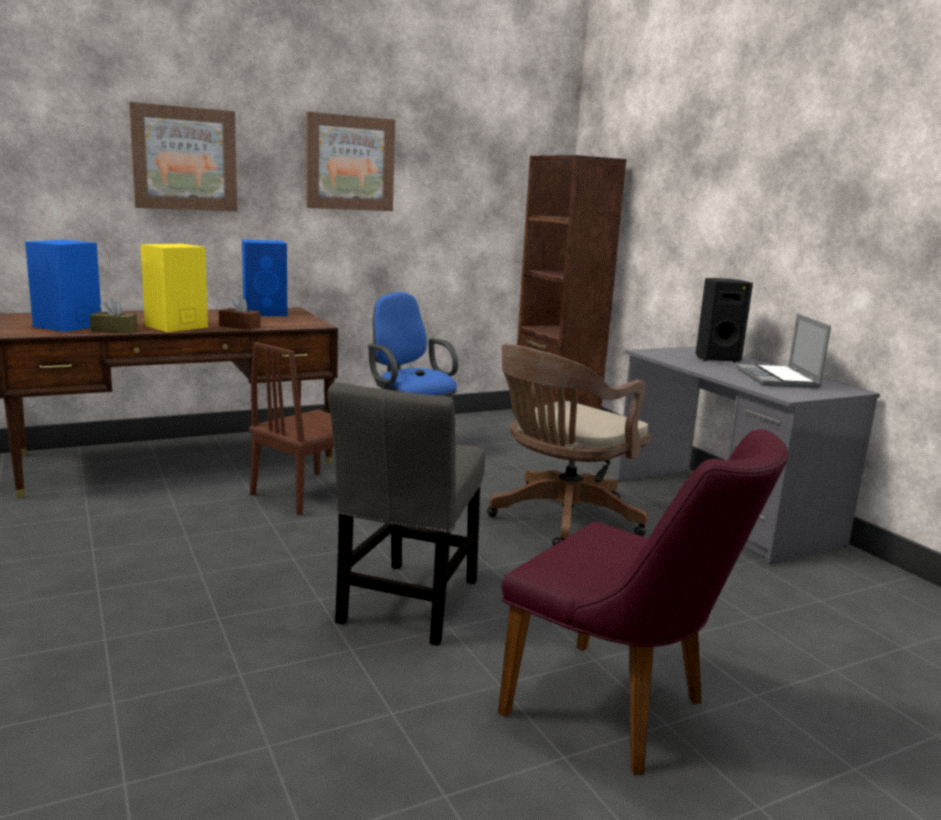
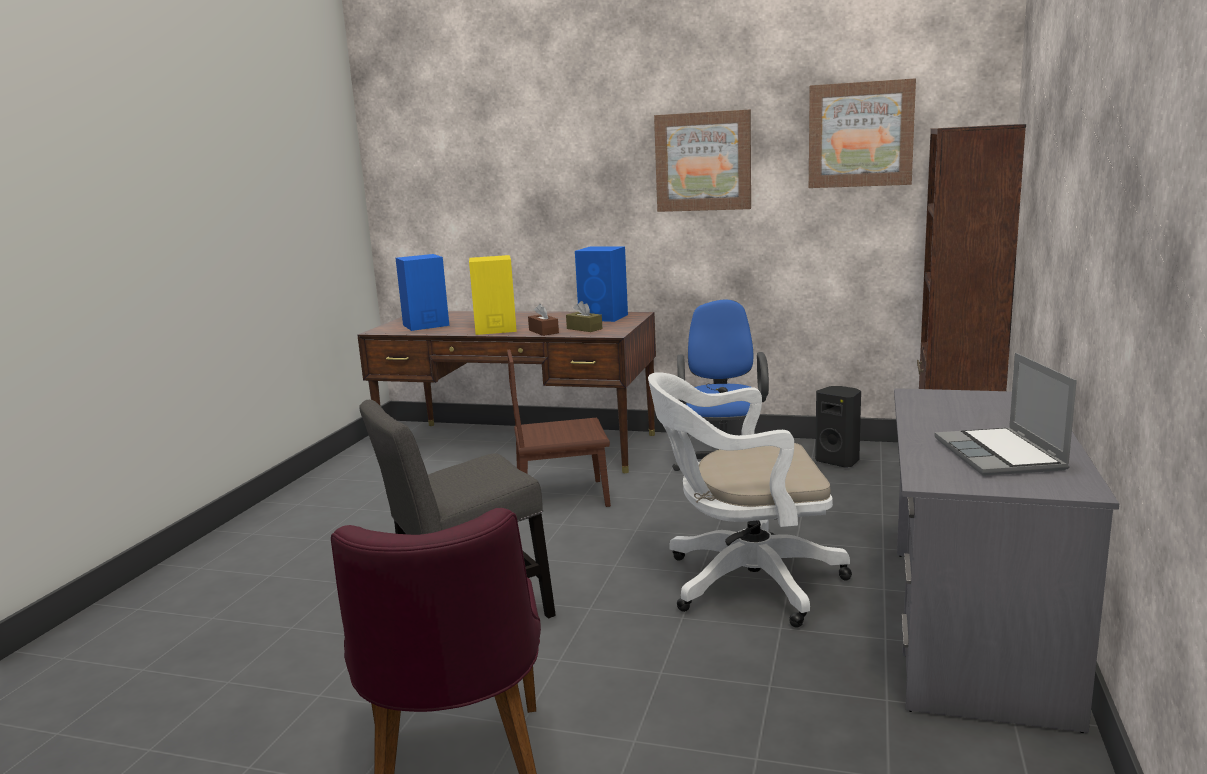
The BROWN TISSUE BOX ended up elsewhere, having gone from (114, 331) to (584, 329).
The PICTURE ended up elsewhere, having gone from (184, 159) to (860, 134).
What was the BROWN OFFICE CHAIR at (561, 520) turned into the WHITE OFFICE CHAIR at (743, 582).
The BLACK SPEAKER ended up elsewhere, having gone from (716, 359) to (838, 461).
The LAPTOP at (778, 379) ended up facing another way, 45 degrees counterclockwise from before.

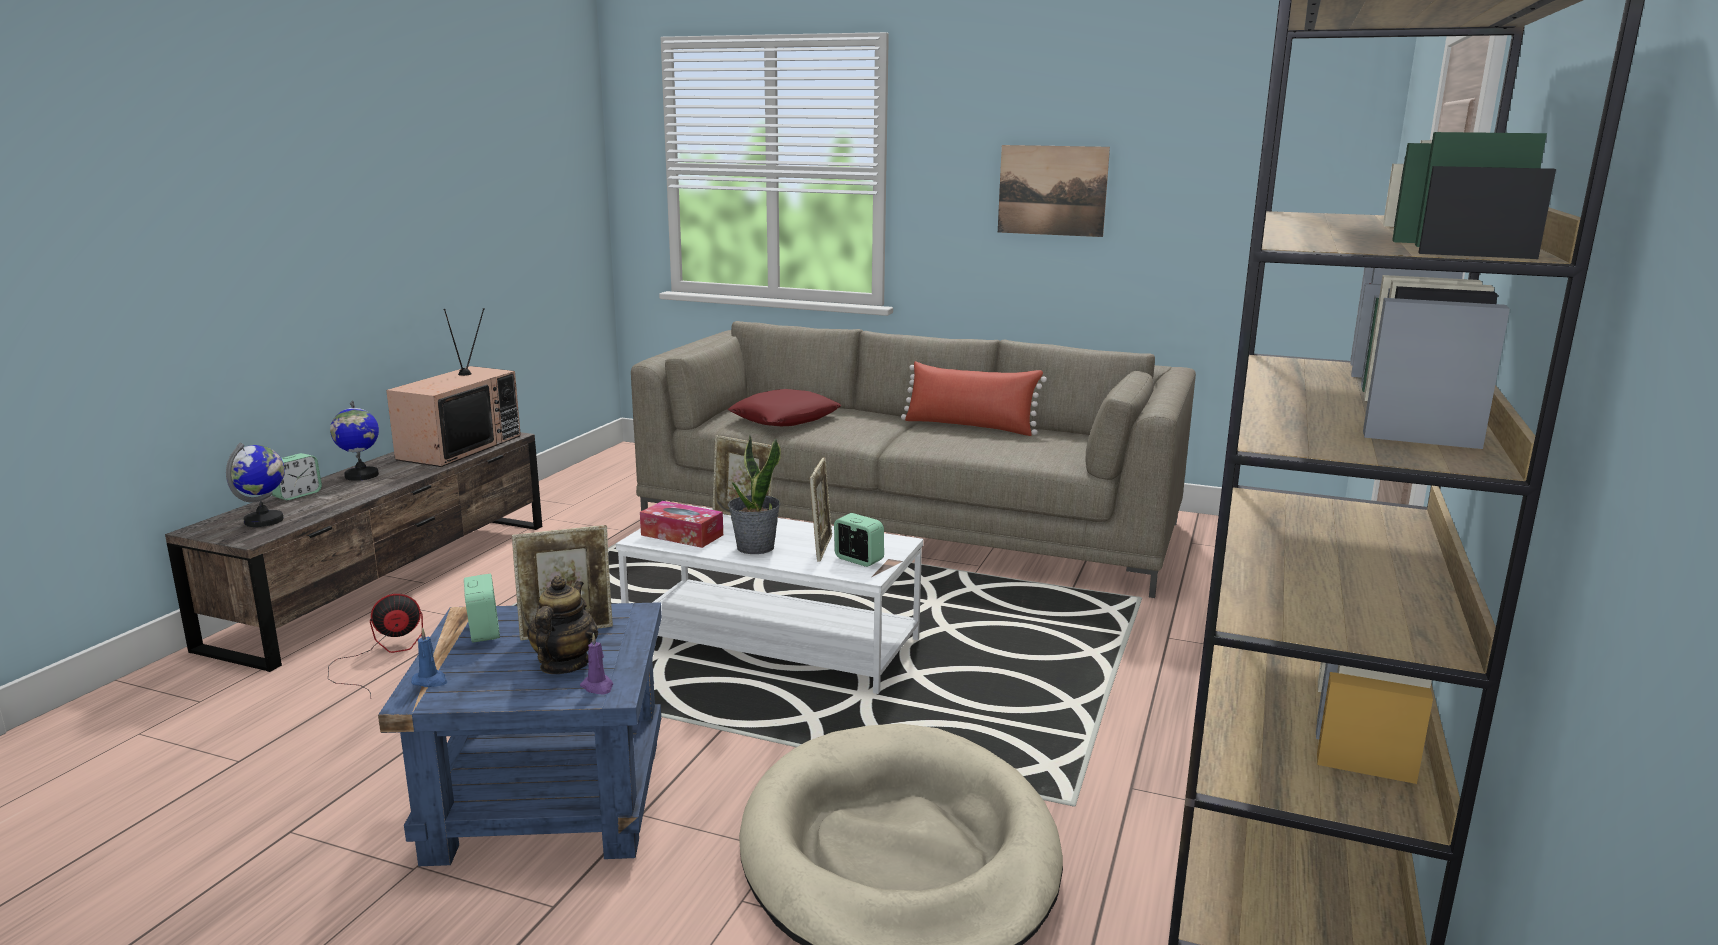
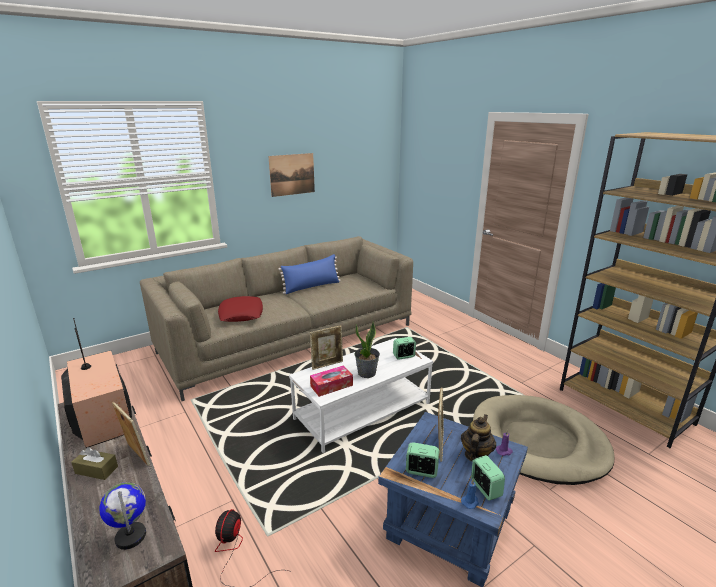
The ALARM CLOCK ended up elsewhere, having gone from (297, 495) to (485, 489).
Where the GLOBE stood at (361, 475), the BROWN TISSUE BOX came to stand at (96, 470).
The TEAPOT at (564, 664) ended up facing another way, 75 degrees clockwise from before.
The PICTURE FRAME ended up elsewhere, having gone from (821, 548) to (136, 455).
What was the RED PILLOW at (969, 426) turned into the BLUE PILLOW at (312, 287).

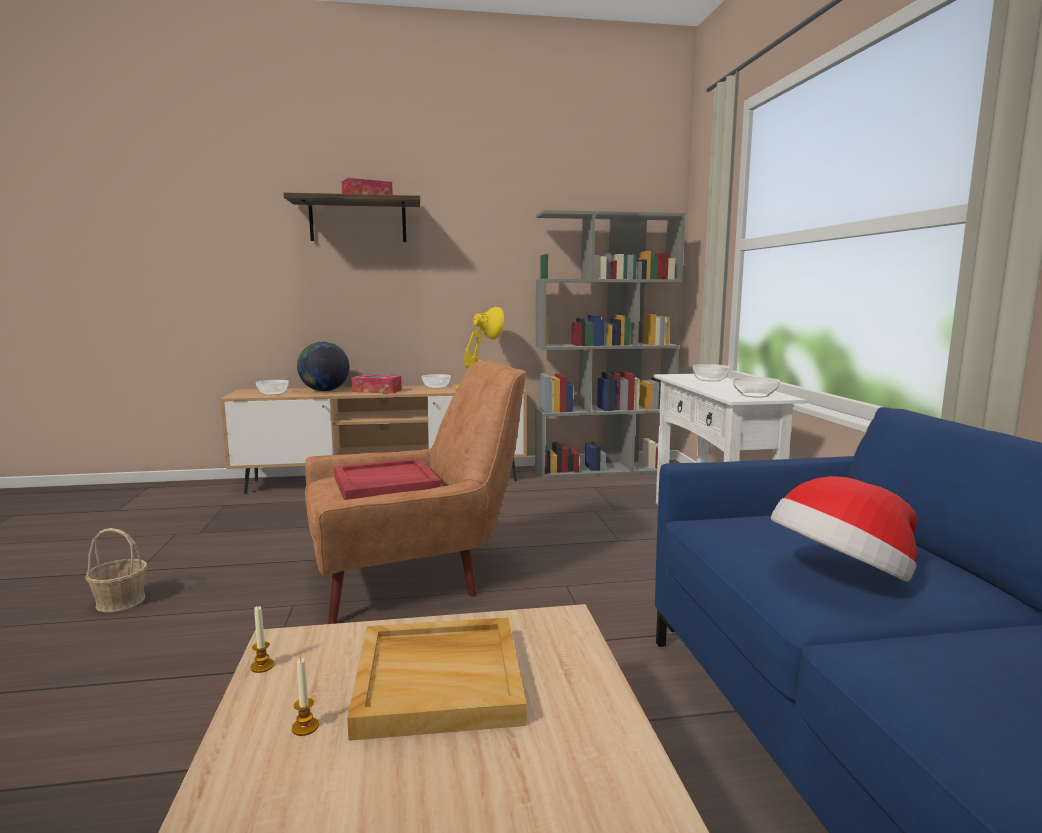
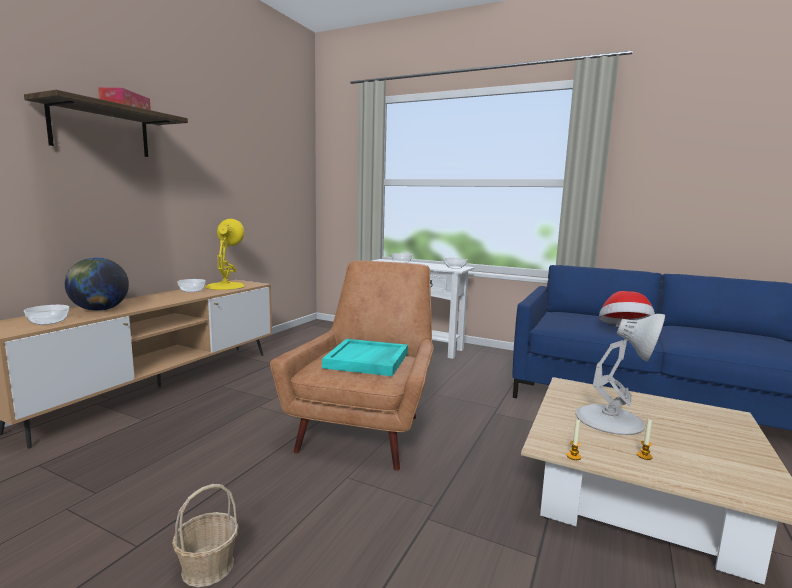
What was the RED TRAY at (385, 485) turned into the TURQUOISE TRAY at (367, 360).
Where the BEIGE TRAY stood at (440, 679), the WHITE TABLE LAMP came to stand at (611, 419).
The second view lost the TISSUE BOX at (377, 391).
The second view lost the GREY BOOKCASE at (603, 469).

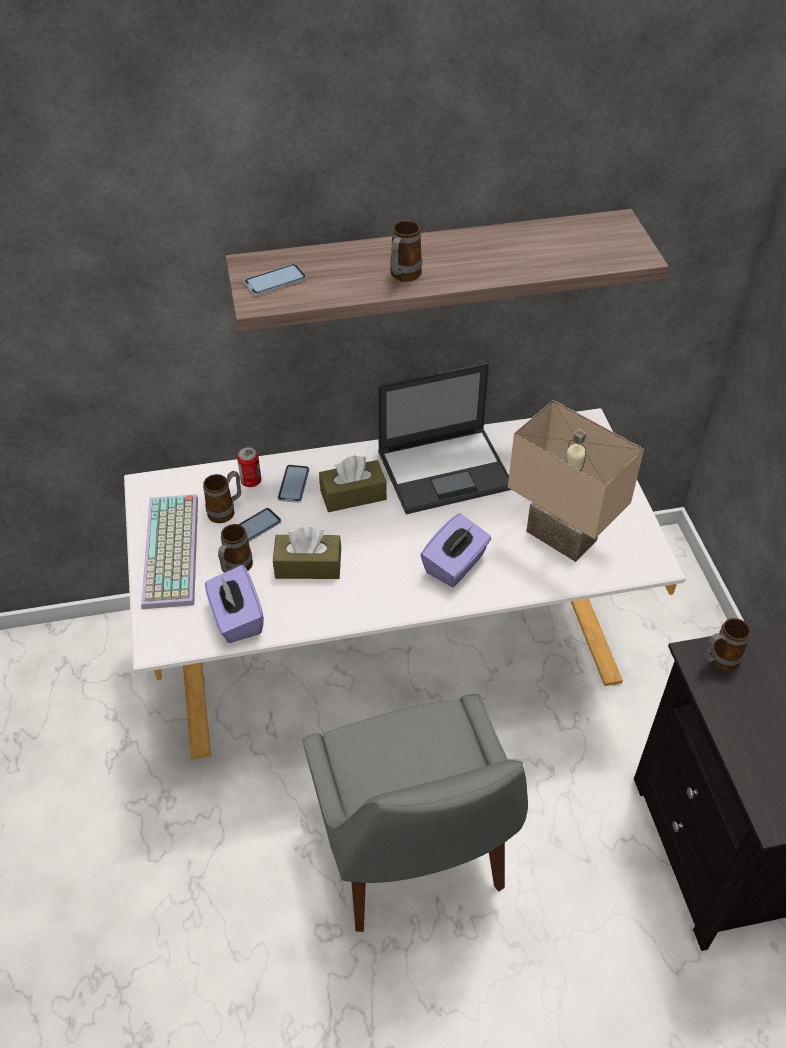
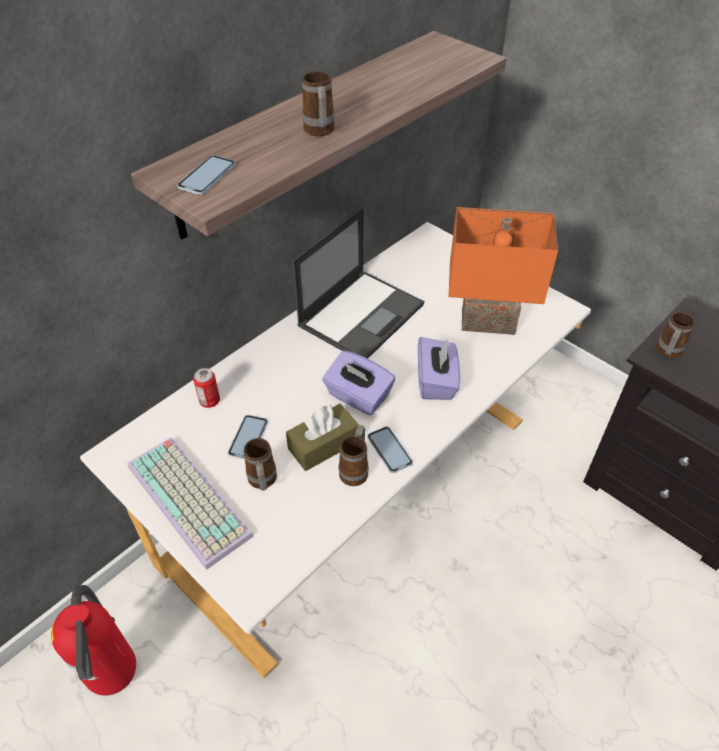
The MUG ended up elsewhere, having gone from (226, 511) to (355, 469).
The PURPLE TISSUE BOX ended up elsewhere, having gone from (236, 618) to (358, 396).
The PHONE ended up elsewhere, having gone from (293, 484) to (389, 450).
The second view lost the GREY CHAIR at (413, 855).
The second view lost the BROWN TISSUE BOX at (353, 495).
What was the BEIGE TABLE LAMP at (558, 537) turned into the ORANGE TABLE LAMP at (487, 323).
The second view gained the FIRE EXTINGUISHER at (117, 675).

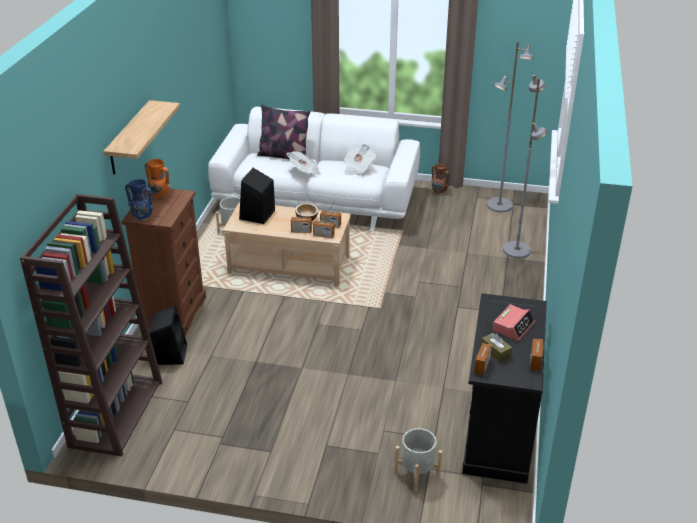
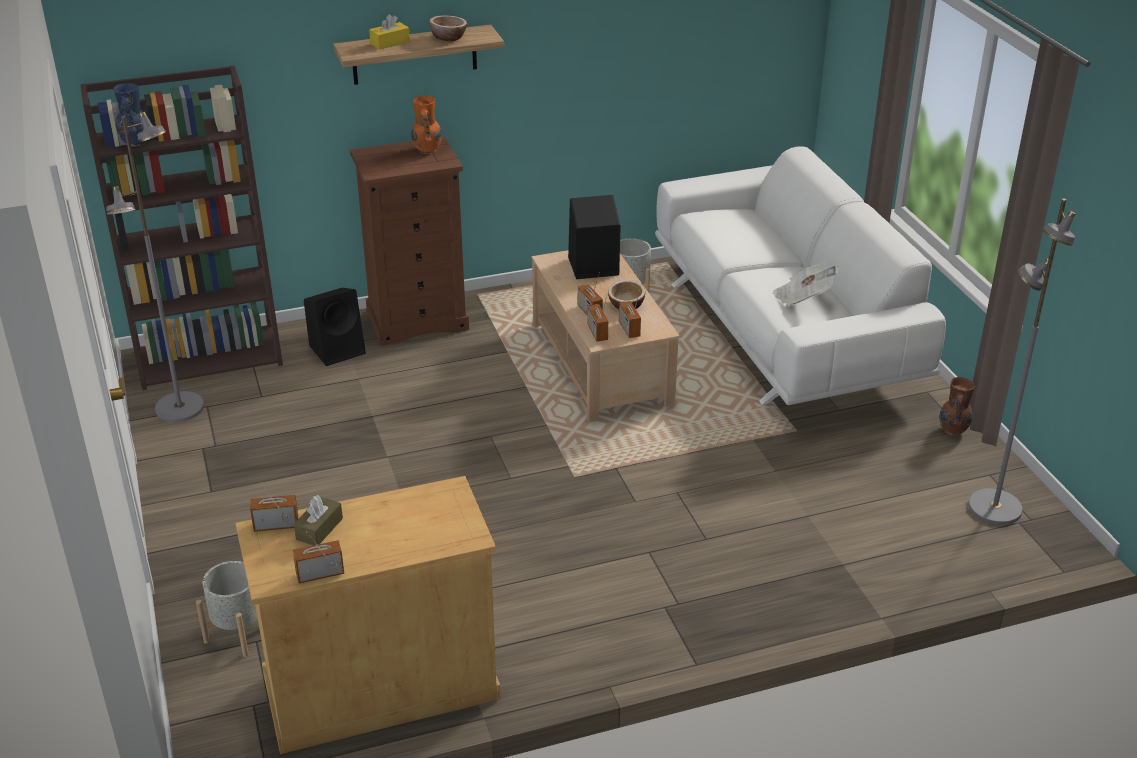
The BLUE VASE ended up elsewhere, having gone from (142, 217) to (136, 143).
The second view lost the PILLOW at (283, 155).
The second view lost the NEWSPAPER at (304, 171).
What was the BLACK CABINET at (498, 430) turned into the BEIGE CABINET at (381, 687).
The second view lost the ALARM CLOCK at (513, 327).
The GREY FLOOR LAMP ended up elsewhere, having gone from (517, 250) to (180, 408).
The second view gained the YELLOW TISSUE BOX at (390, 43).
The second view gained the BOWL at (448, 37).

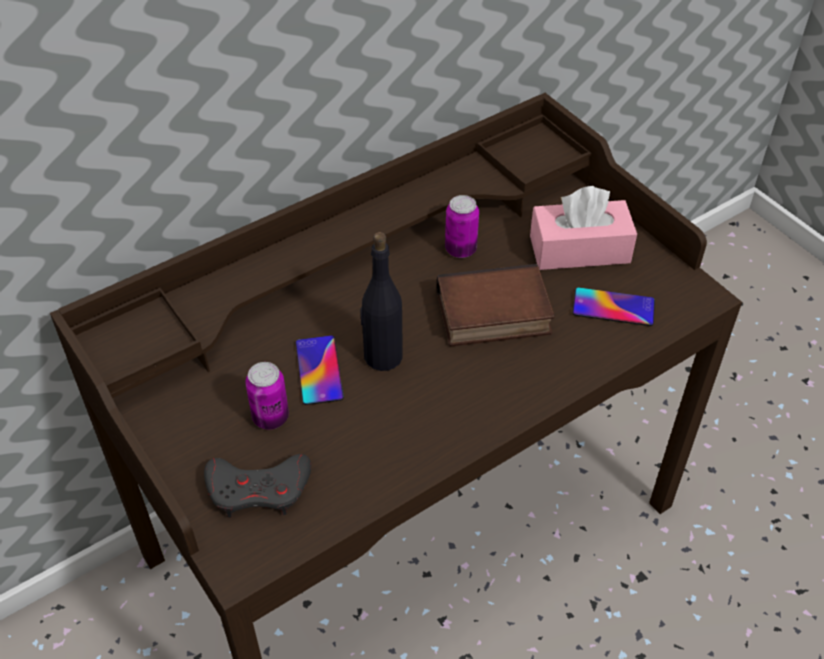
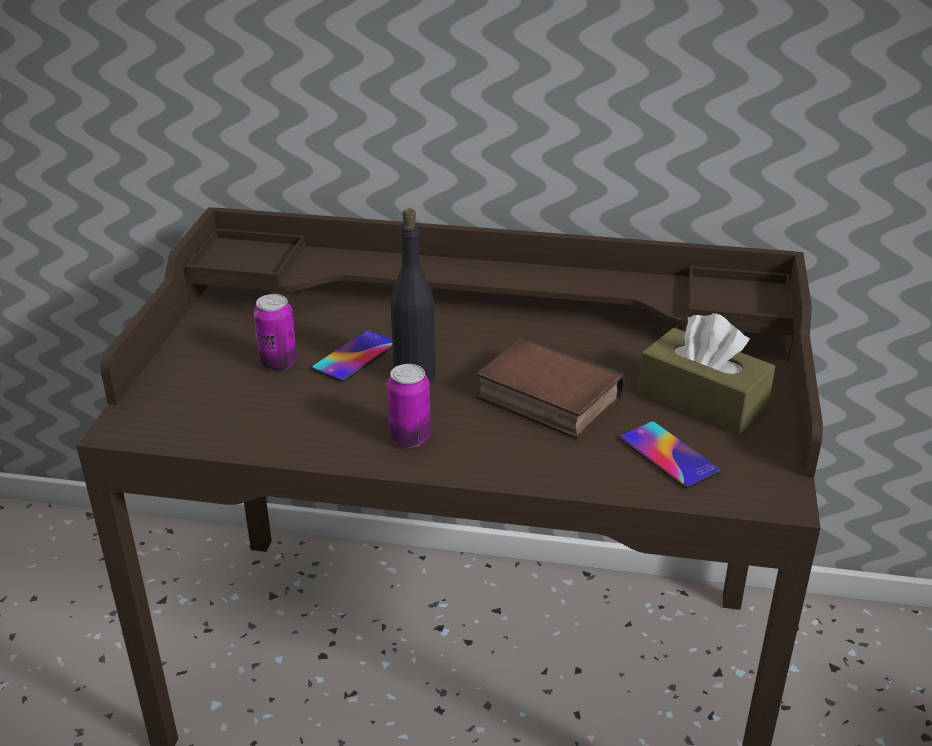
The second view lost the GREY GAME CONTROLLER at (258, 489).
The CAN ended up elsewhere, having gone from (460, 249) to (410, 438).
What was the PINK TISSUE BOX at (579, 249) turned into the BROWN TISSUE BOX at (702, 400).

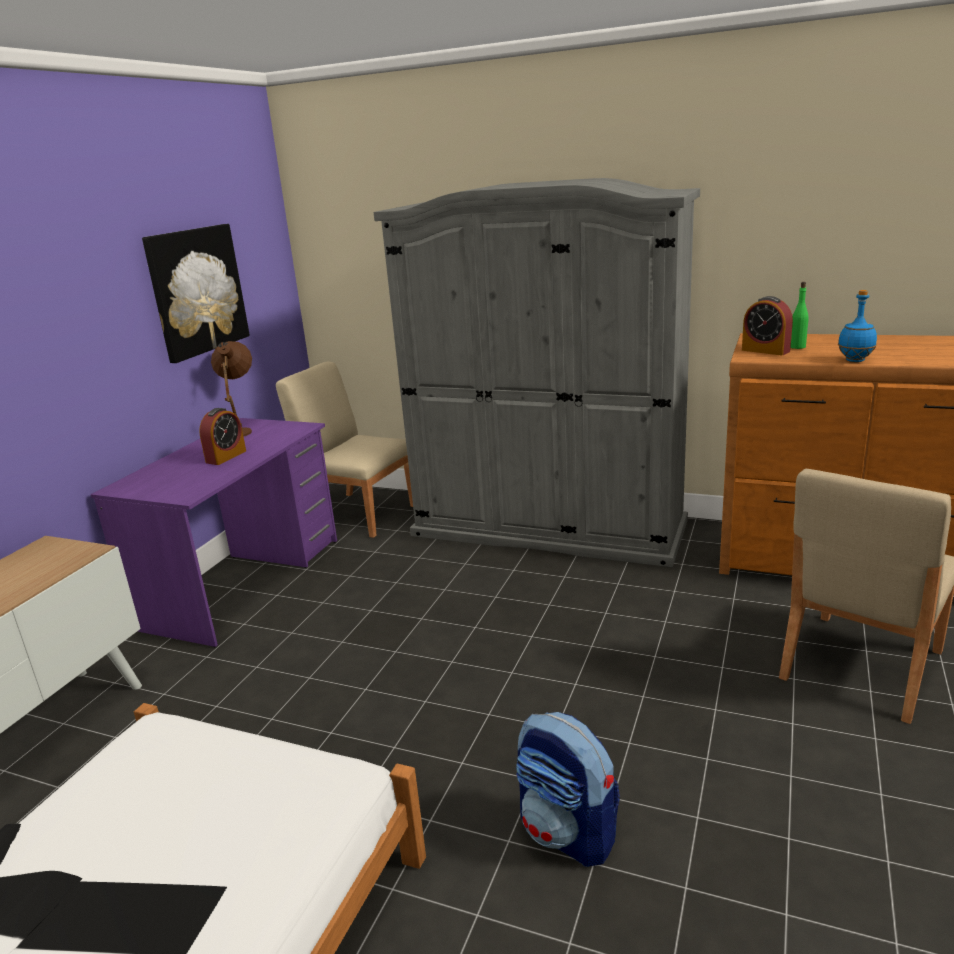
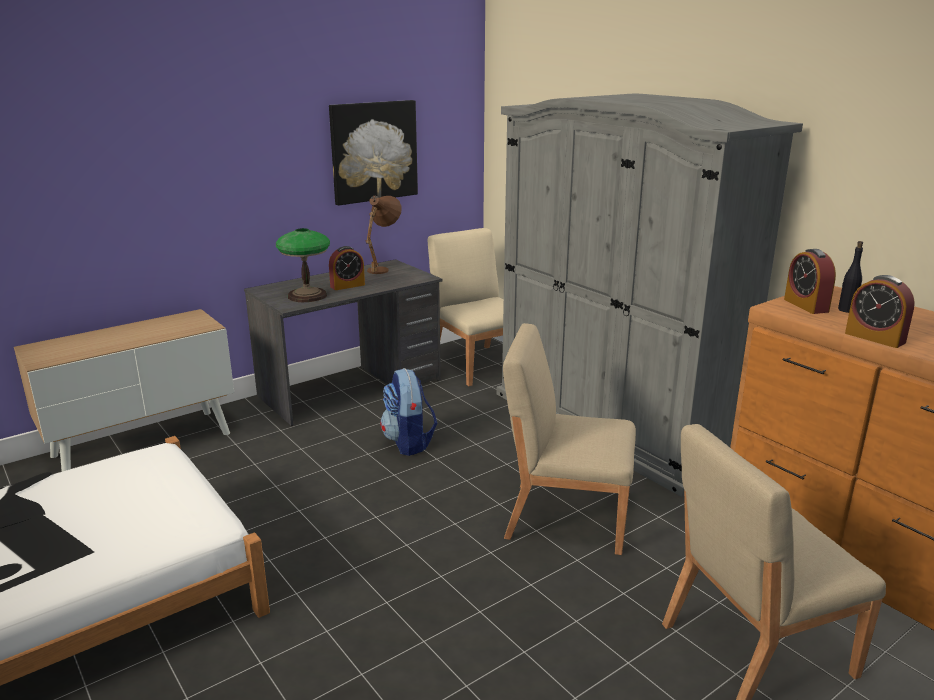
What was the PURPLE DESK at (244, 582) turned into the GREY DESK at (351, 388).
The BACKPACK ended up elsewhere, having gone from (568, 833) to (409, 442).
What was the GREEN BOTTLE at (797, 347) turned into the BLACK BOTTLE at (846, 310).
Where the BLUE BOTTLE stood at (855, 360), the ALARM CLOCK came to stand at (875, 338).
The second view gained the TABLE LAMP at (307, 296).
The second view gained the BEIGE CHAIR at (565, 516).

